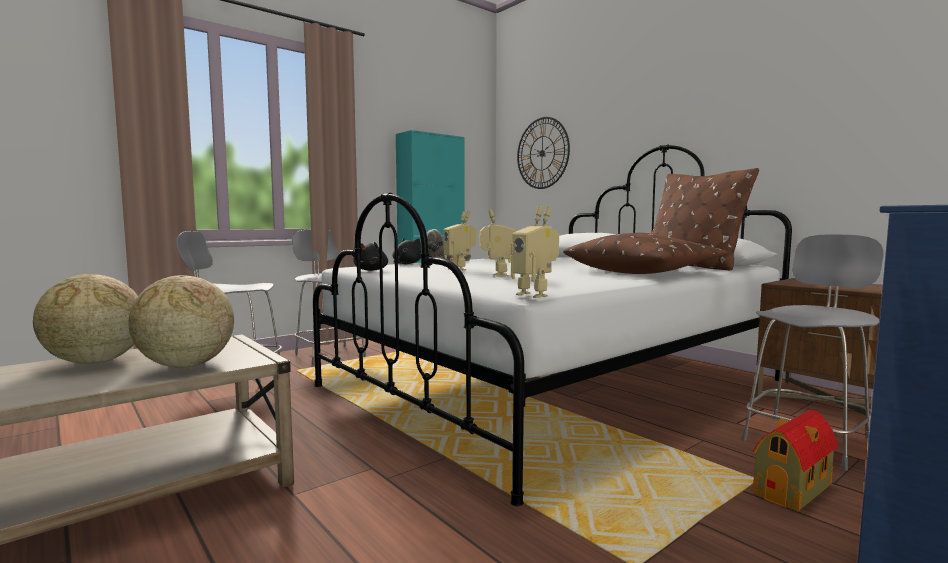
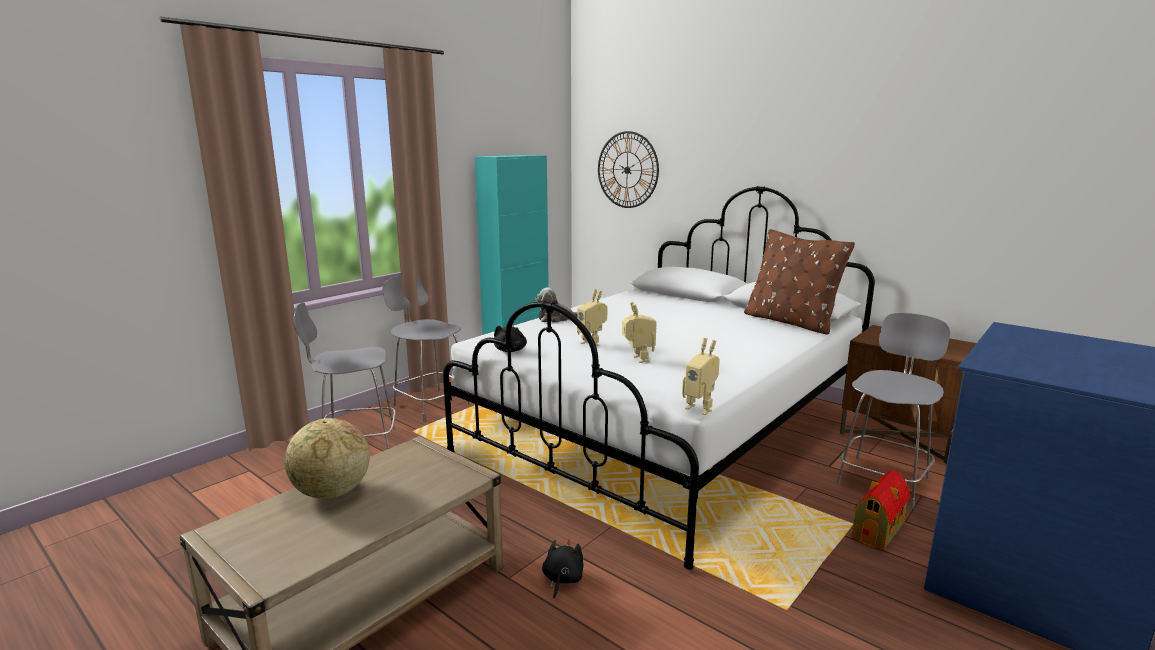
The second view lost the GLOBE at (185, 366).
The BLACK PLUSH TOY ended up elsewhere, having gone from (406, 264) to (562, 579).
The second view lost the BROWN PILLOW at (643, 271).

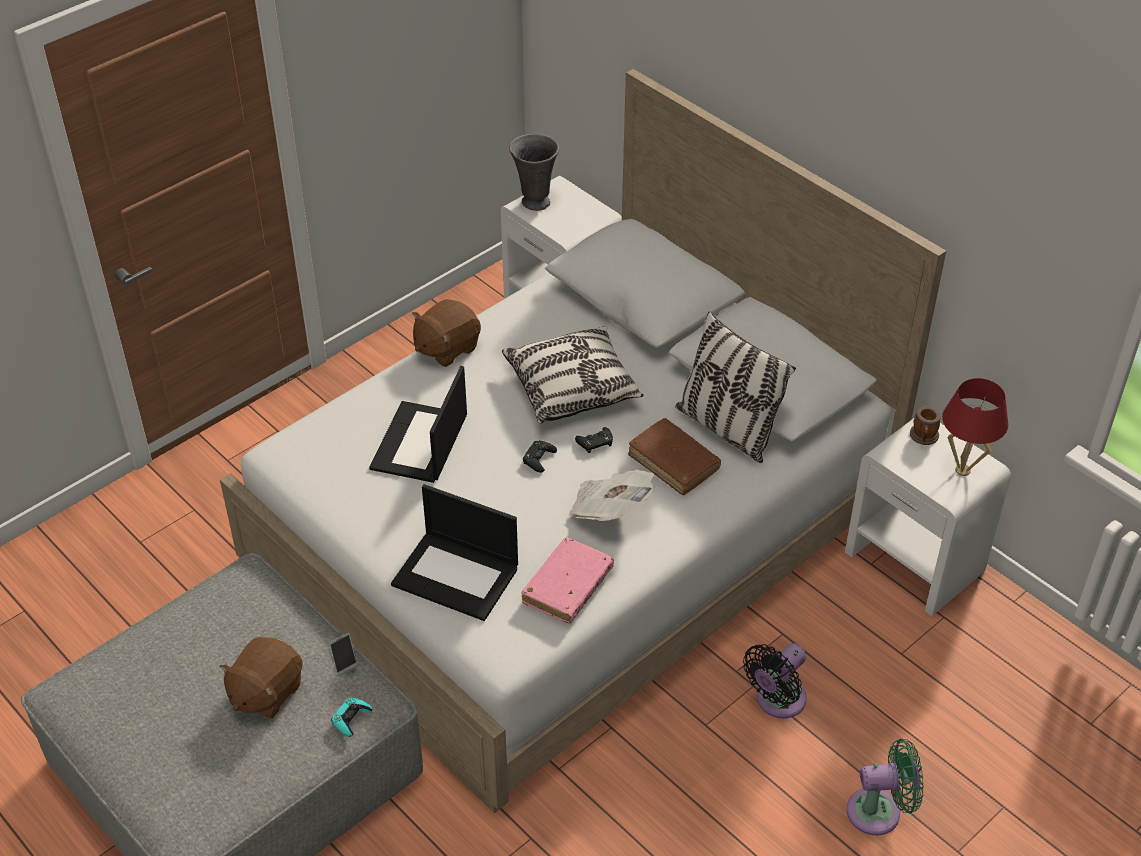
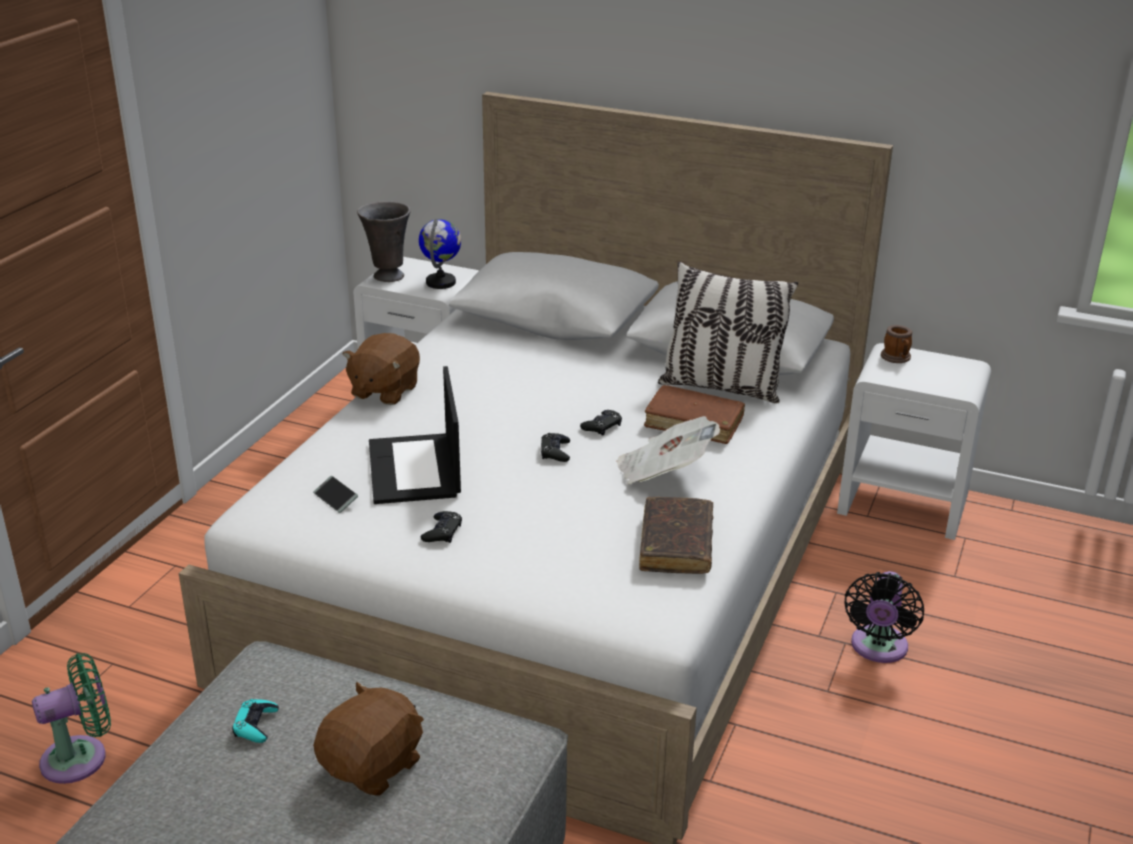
The BROWN PLUSH TOY at (265, 692) ended up facing another way, 150 degrees counterclockwise from before.
The PHONE ended up elsewhere, having gone from (344, 657) to (336, 499).
The TURQUOISE GAME CONTROLLER ended up elsewhere, having gone from (351, 719) to (255, 725).
The second view lost the LAPTOP at (457, 576).
The second view lost the PILLOW at (572, 388).
What was the PINK BOOK at (567, 587) turned into the BROWN BOOK at (676, 545).
The GREEN FAN ended up elsewhere, having gone from (879, 811) to (81, 757).
The second view lost the RED TABLE LAMP at (963, 470).
The second view gained the GLOBE at (441, 282).
The second view gained the BLACK GAME CONTROLLER at (442, 532).

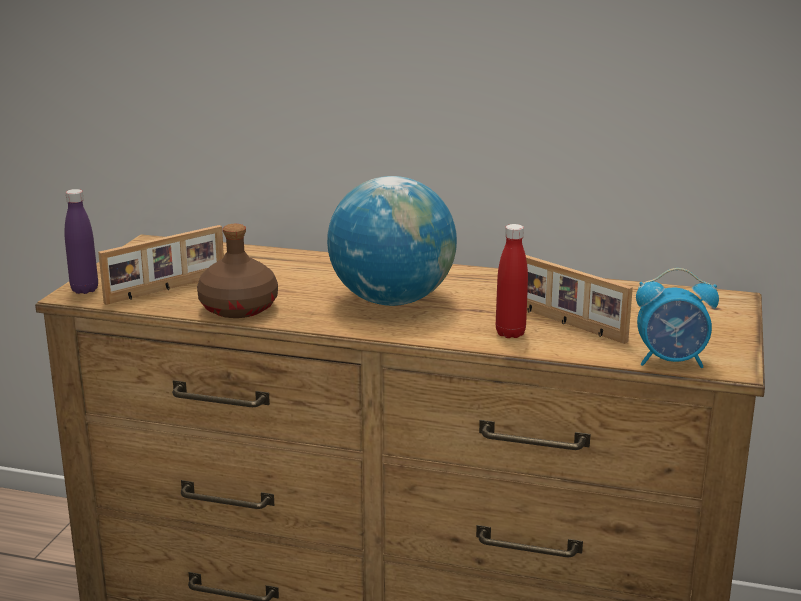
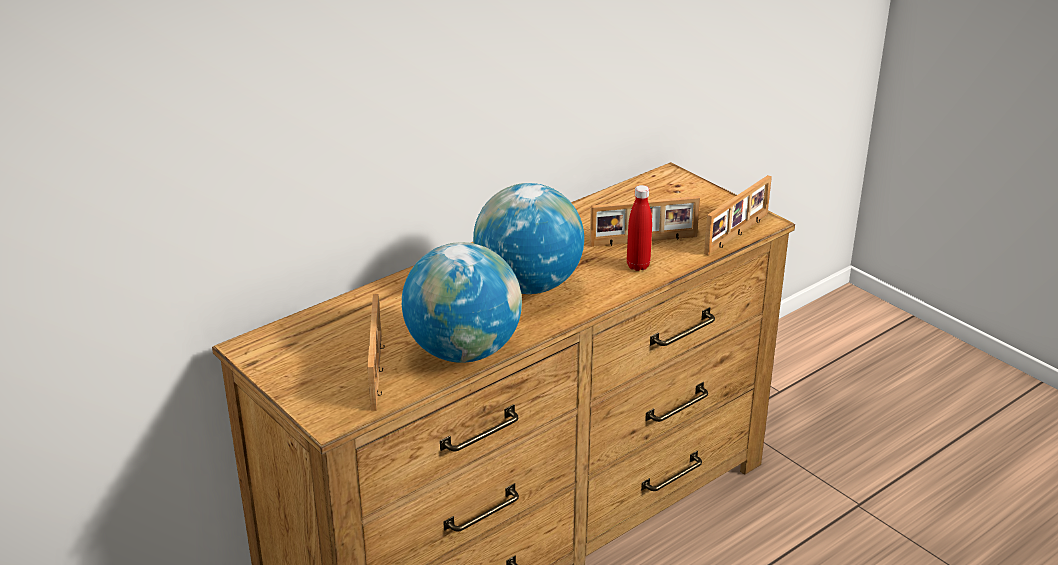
The second view lost the PURPLE BOTTLE at (84, 290).
Where the BROWN BOTTLE stood at (239, 308), the GLOBE came to stand at (463, 351).
Where the ALARM CLOCK stood at (672, 361), the PICTURE FRAME came to stand at (738, 234).

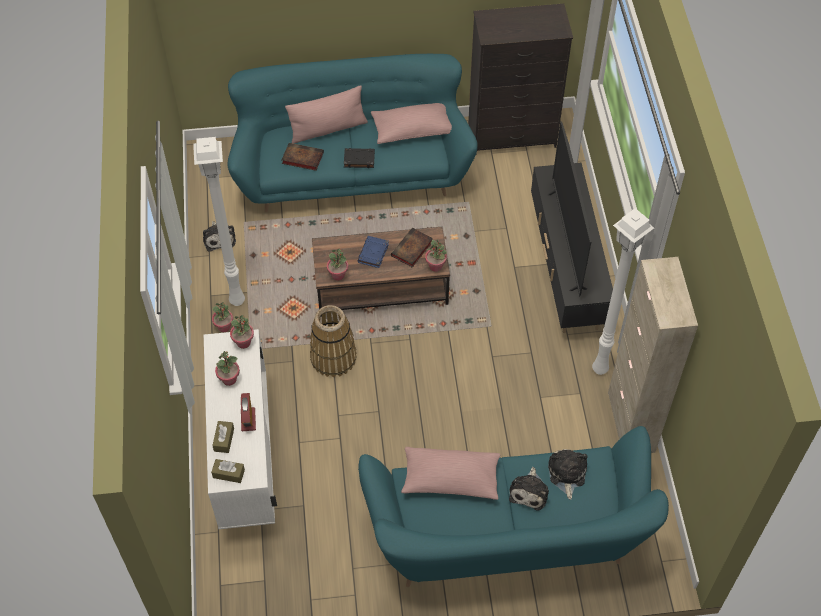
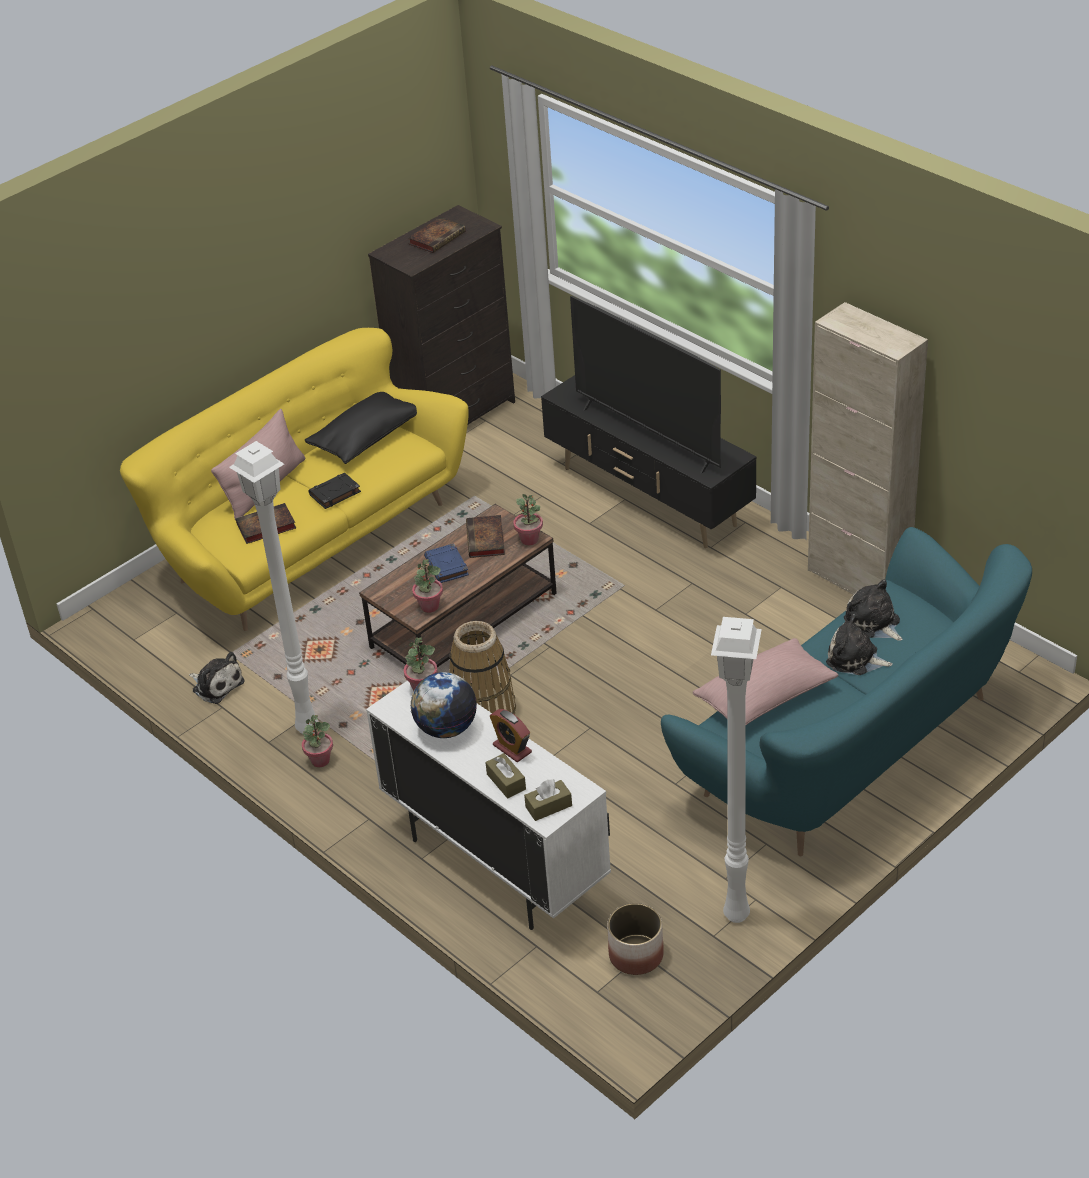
Where the POTTED PLANT stood at (229, 379), the GLOBE came to stand at (446, 728).
What was the TURQUOISE SOFA at (352, 171) turned into the YELLOW SOFA at (308, 540).
What was the PINK PILLOW at (413, 130) turned into the BLACK PILLOW at (366, 438).
The PLUSH TOY at (529, 491) ended up facing another way, 135 degrees clockwise from before.
The WHITE FLOOR LAMP ended up elsewhere, having gone from (601, 369) to (738, 913).
The second view gained the BOOK at (437, 237).
The second view gained the PLANTER at (636, 955).

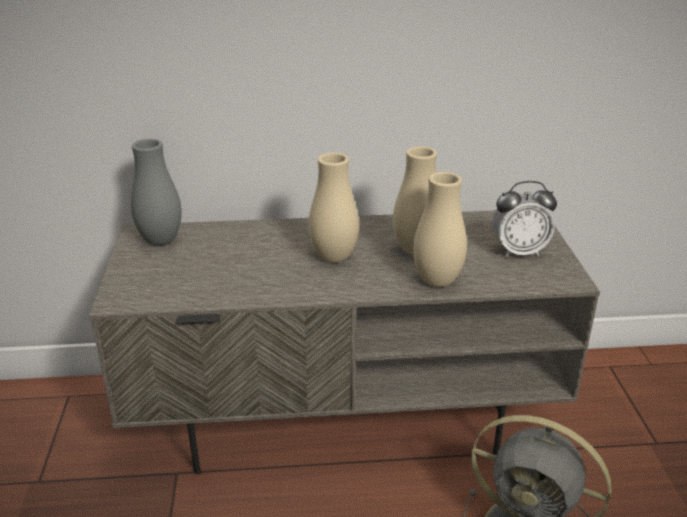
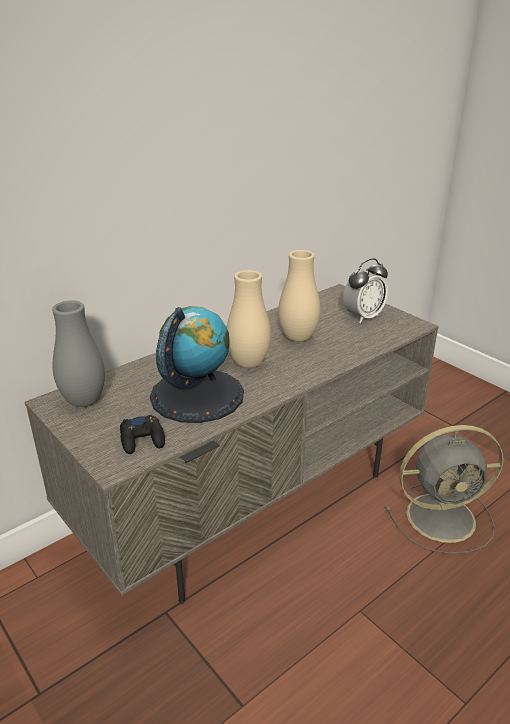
The second view lost the BEIGE VASE at (437, 281).
The second view gained the BLACK GAME CONTROLLER at (142, 439).
The second view gained the GLOBE at (197, 395).

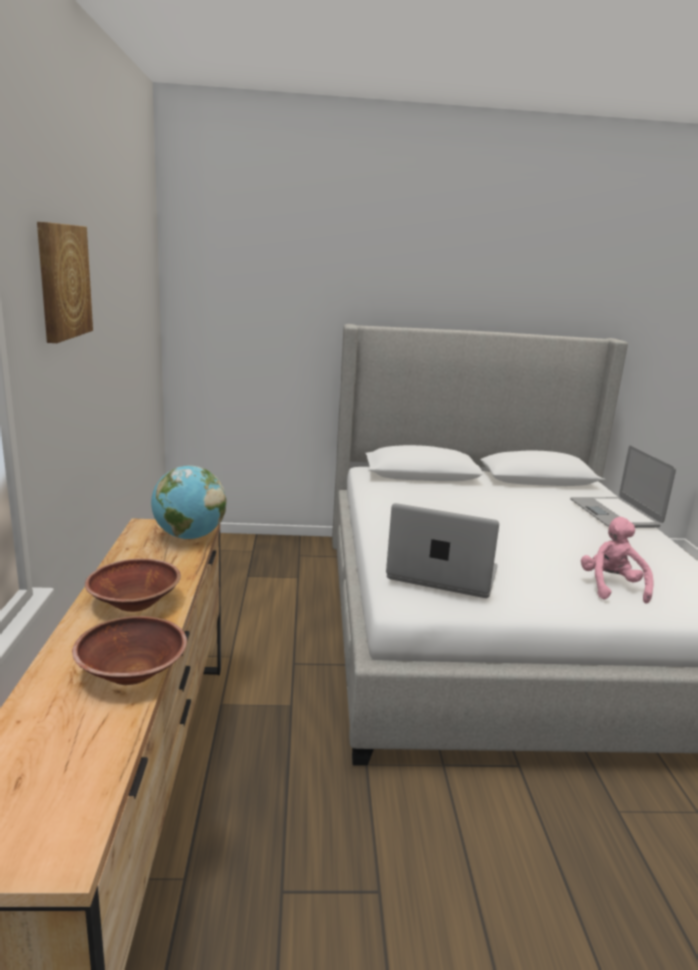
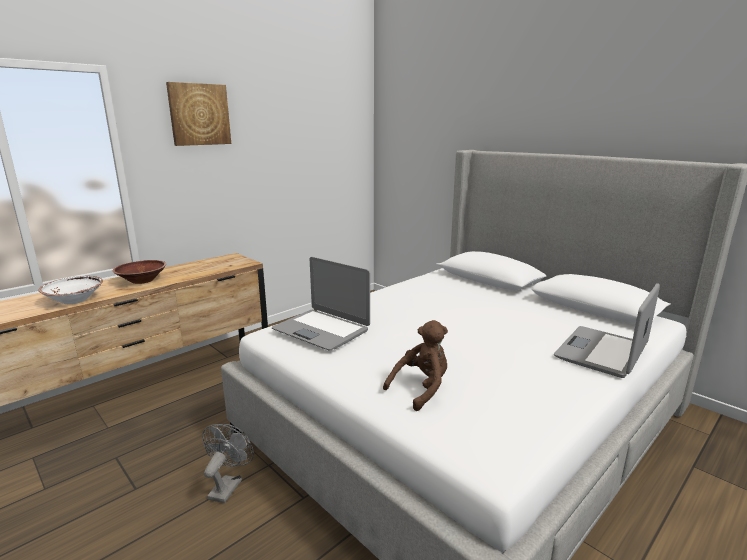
What was the BROWN BOWL at (131, 672) turned into the WHITE BOWL at (75, 300).
The second view lost the GLOBE at (189, 536).
The LAPTOP at (442, 575) ended up facing another way, 150 degrees clockwise from before.
What was the PINK PLUSH TOY at (611, 587) turned into the BROWN PLUSH TOY at (421, 389).
The second view gained the GREY FAN at (228, 485).

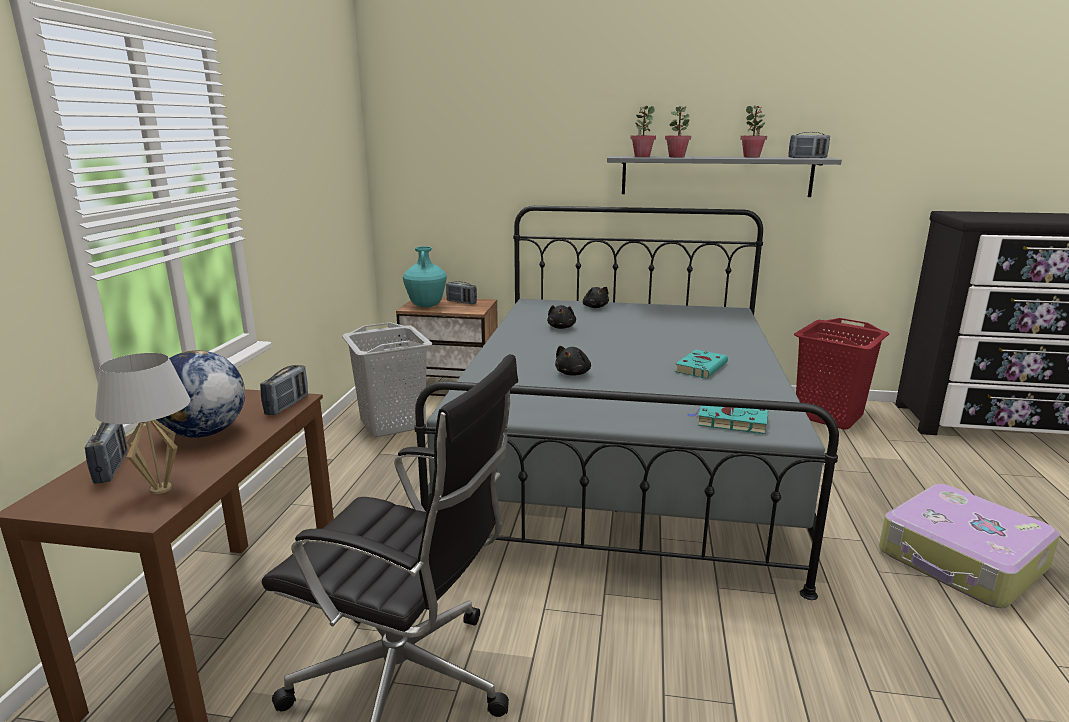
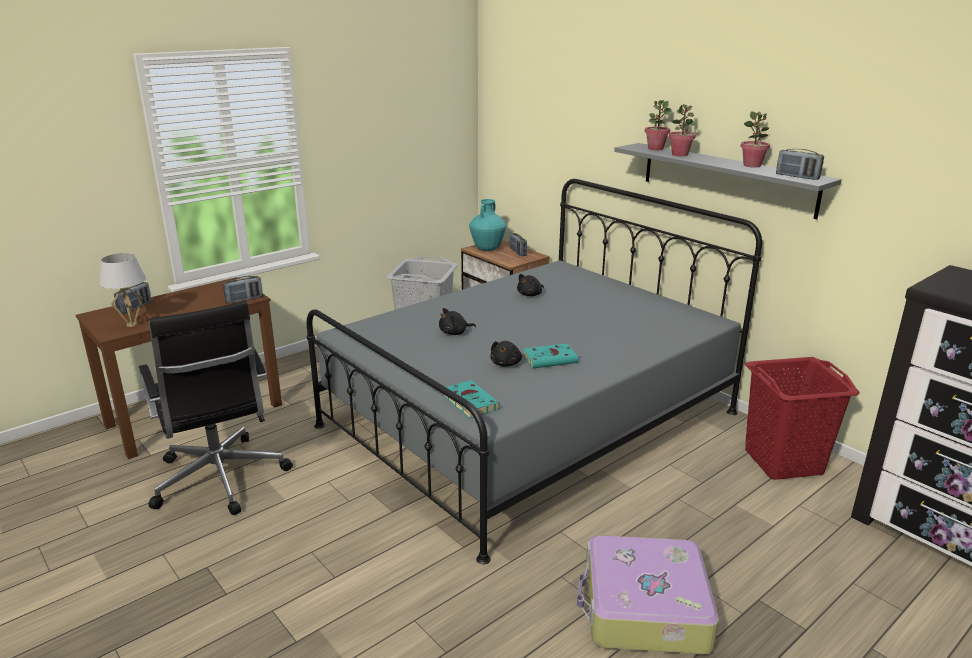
The second view lost the GLOBE at (203, 433).
The BLACK PLUSH TOY ended up elsewhere, having gone from (595, 307) to (506, 363).

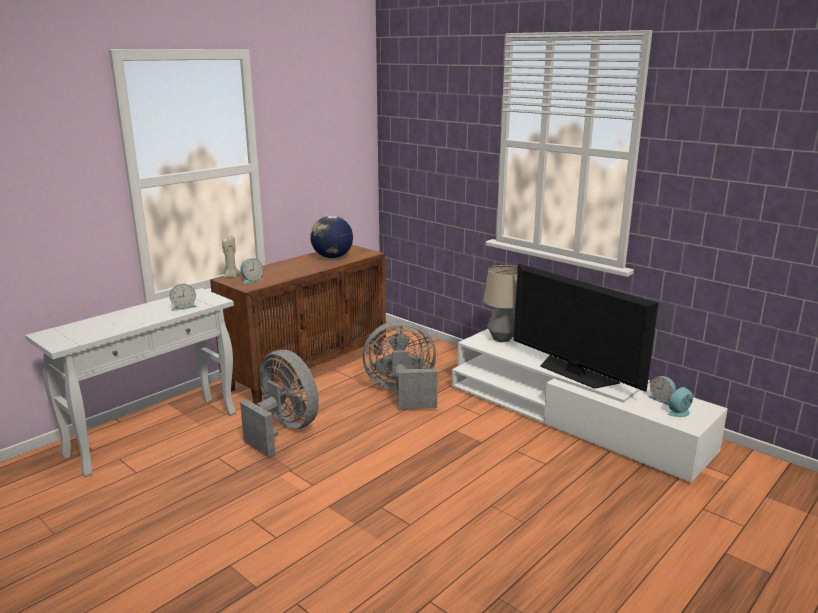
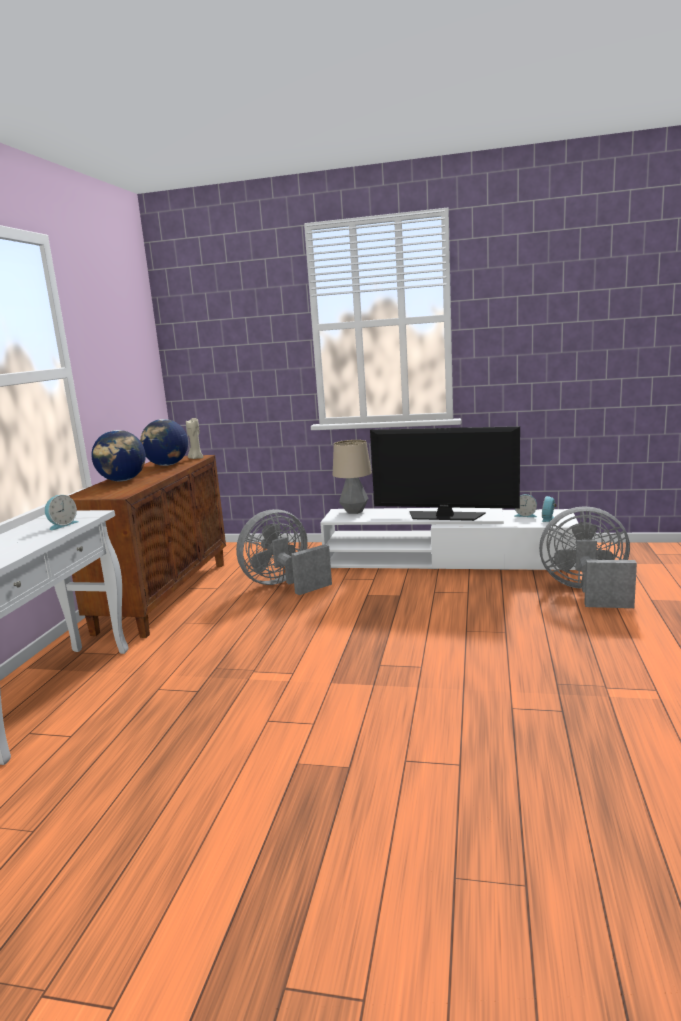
The BEIGE CANDLE ended up elsewhere, having gone from (231, 276) to (196, 458).
The second view lost the ALARM CLOCK at (251, 280).
The GREY FAN ended up elsewhere, having gone from (283, 430) to (587, 592).
The second view gained the GLOBE at (123, 480).

